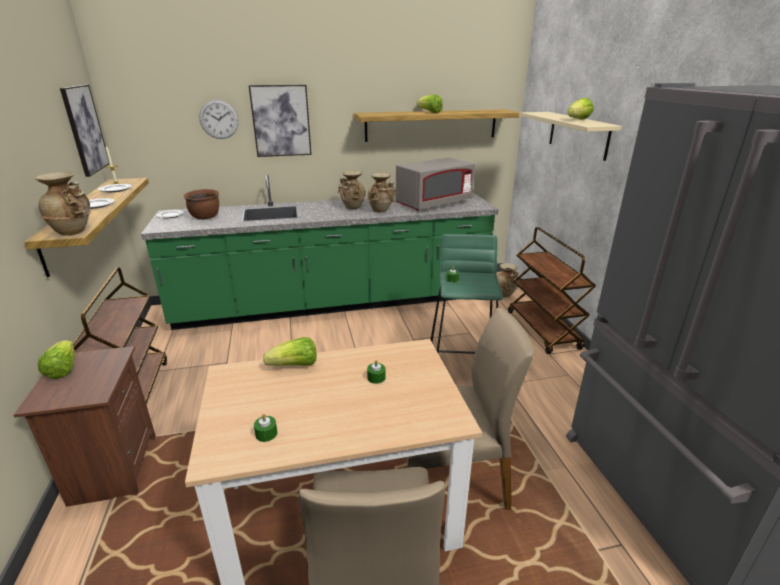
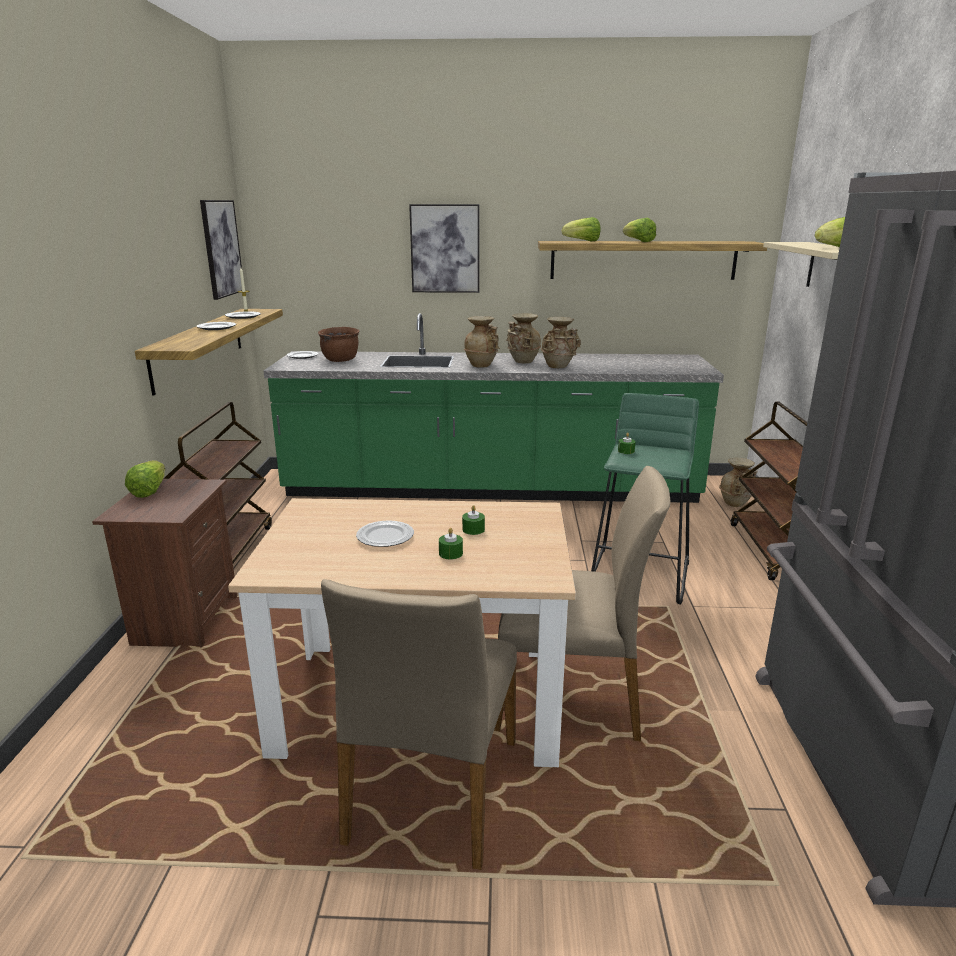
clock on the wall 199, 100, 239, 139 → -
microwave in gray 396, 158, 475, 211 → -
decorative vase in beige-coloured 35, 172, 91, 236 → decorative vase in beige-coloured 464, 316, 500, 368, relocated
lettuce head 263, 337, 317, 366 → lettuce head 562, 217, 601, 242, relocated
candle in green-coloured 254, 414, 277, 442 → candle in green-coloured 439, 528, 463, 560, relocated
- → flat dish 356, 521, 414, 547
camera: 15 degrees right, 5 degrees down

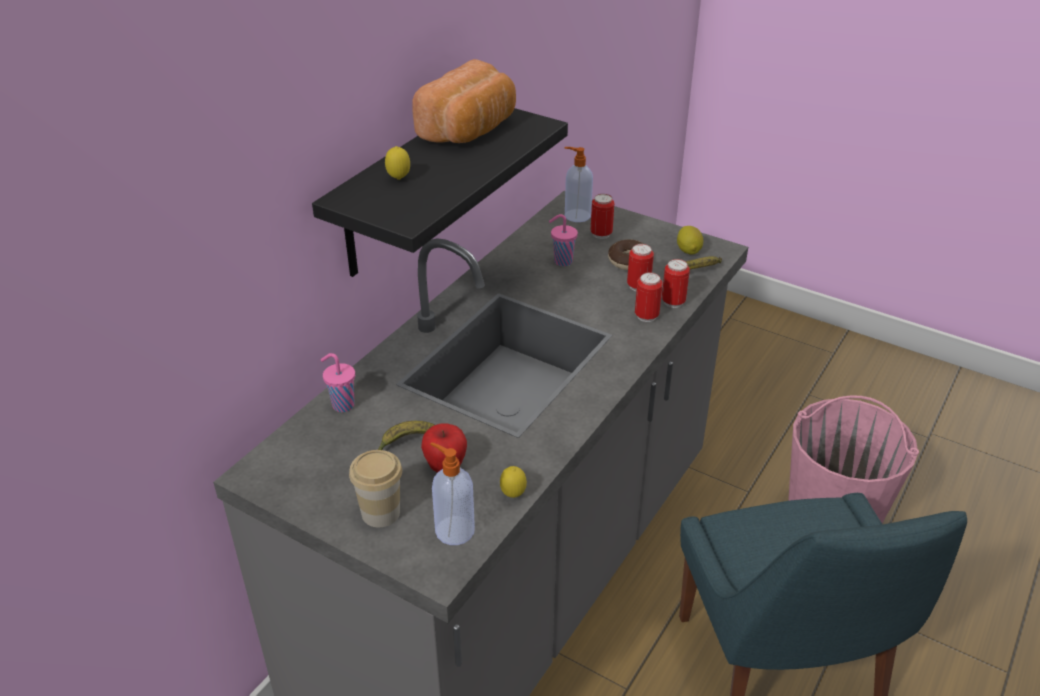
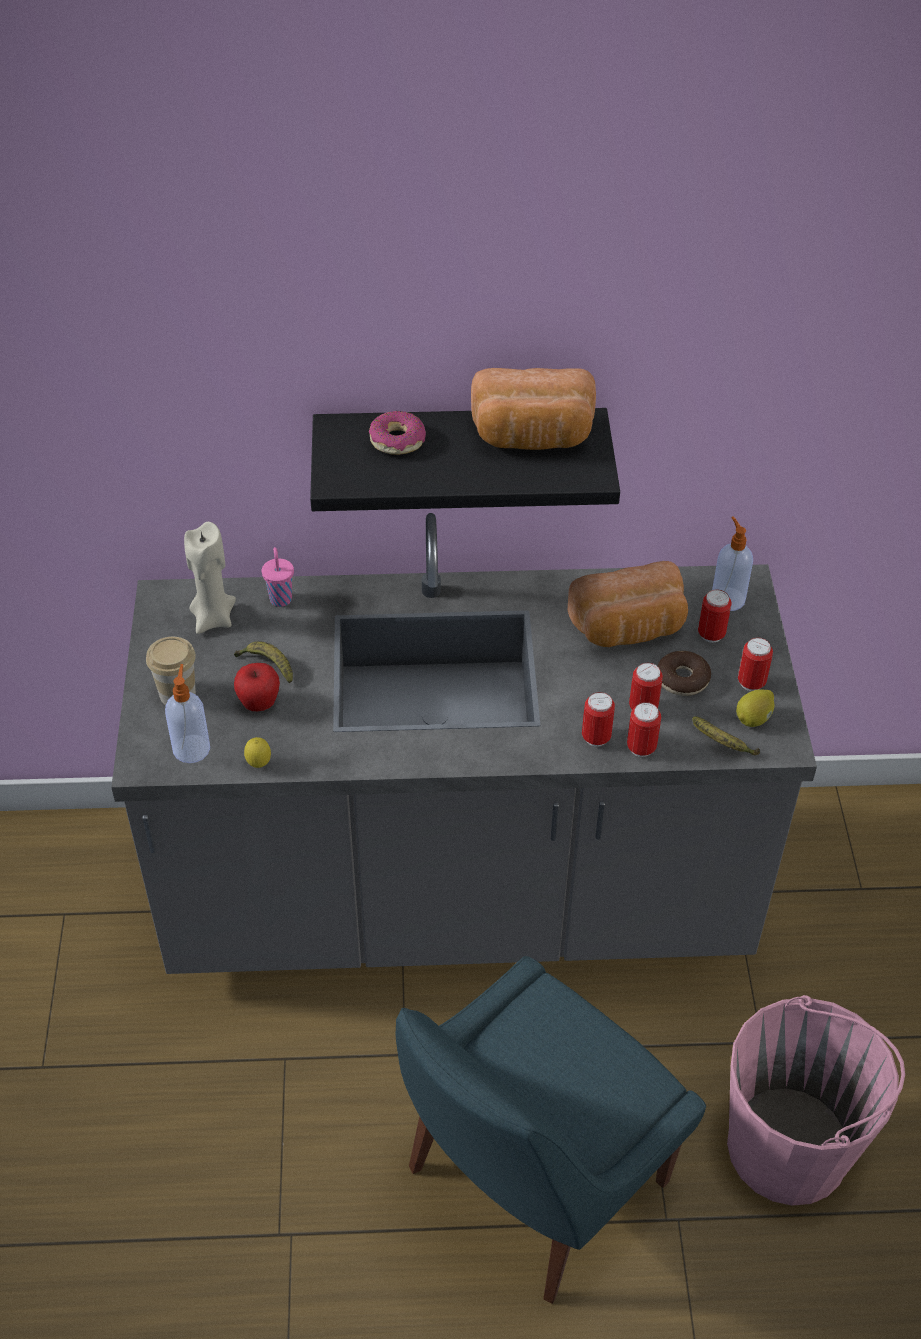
whole lemon 385, 146, 410, 180 → donut 369, 411, 426, 455
cup in pinkish 549, 214, 578, 266 → bakery bread 567, 561, 688, 647
- → candle in beige-coloured 184, 522, 236, 634
- → can 738, 637, 773, 691
camera: 55 degrees right, 10 degrees up

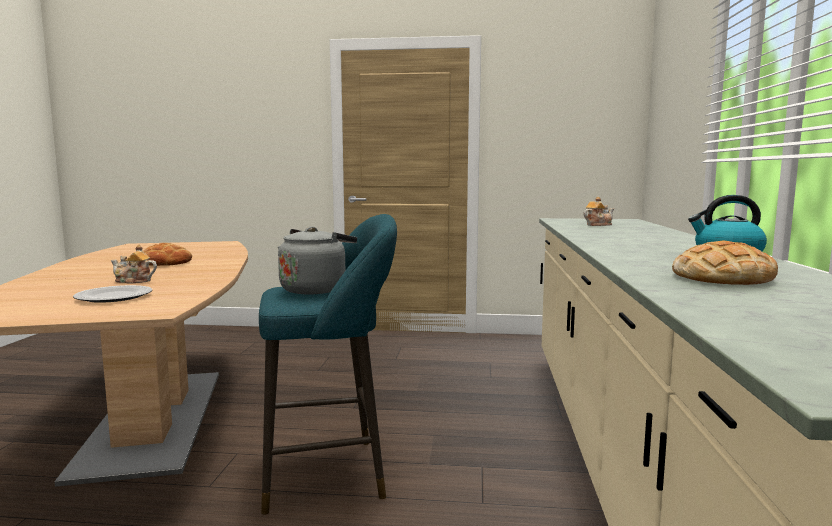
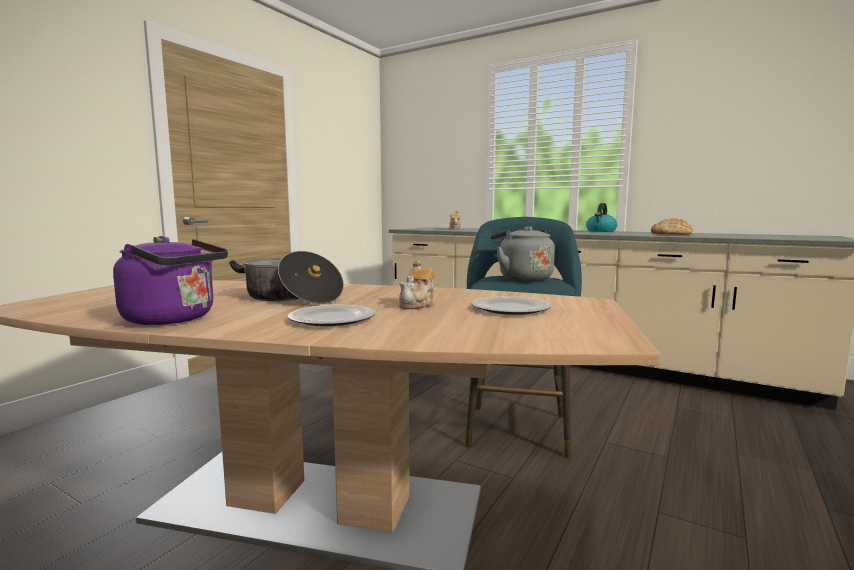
bakery bread 143, 243, 192, 266 → cooking pot 229, 251, 344, 304
- → tea kettle in purple 113, 236, 228, 325
- → flat dish 288, 305, 375, 326
camera: 65 degrees left, 0 degrees up

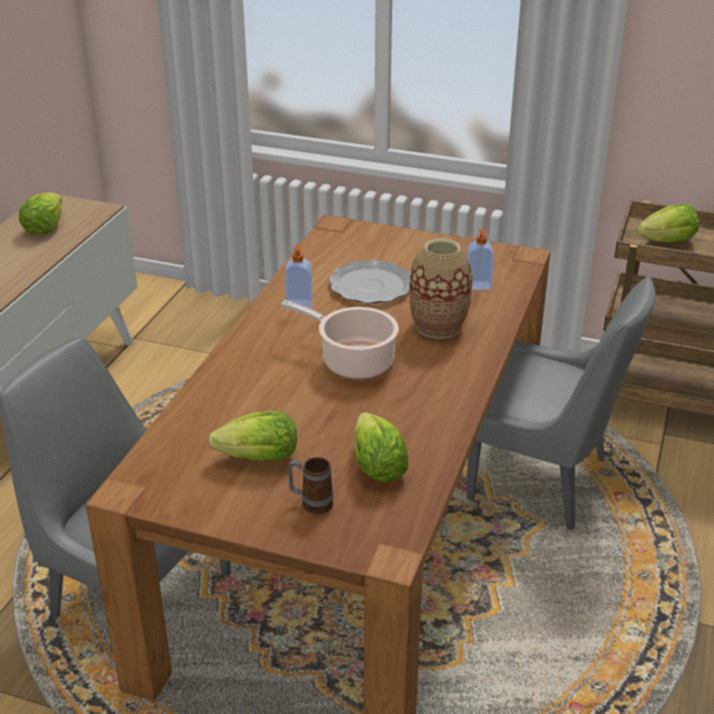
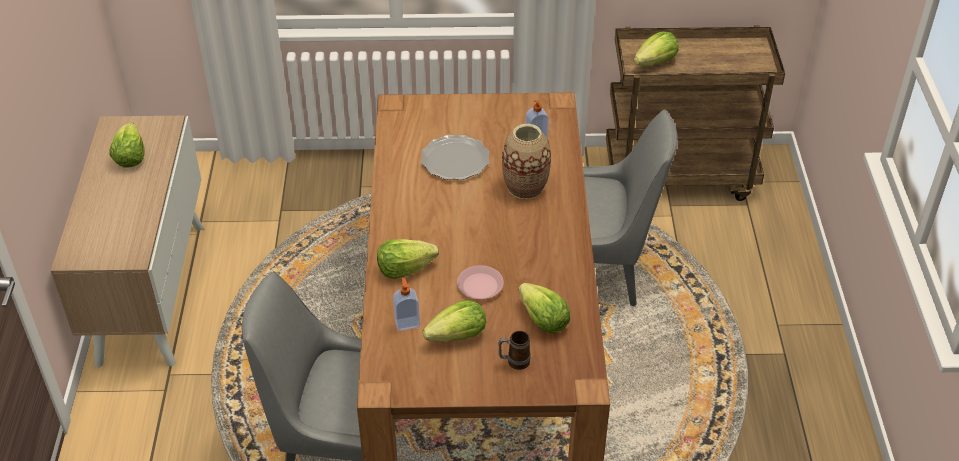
soap bottle 284, 244, 313, 308 → soap bottle 393, 278, 420, 331, relocated
cooking pot 281, 300, 399, 379 → -
- → lettuce head 377, 239, 439, 279
- → flat dish in pinkish 457, 265, 504, 299
camera: 20 degrees left, 10 degrees up

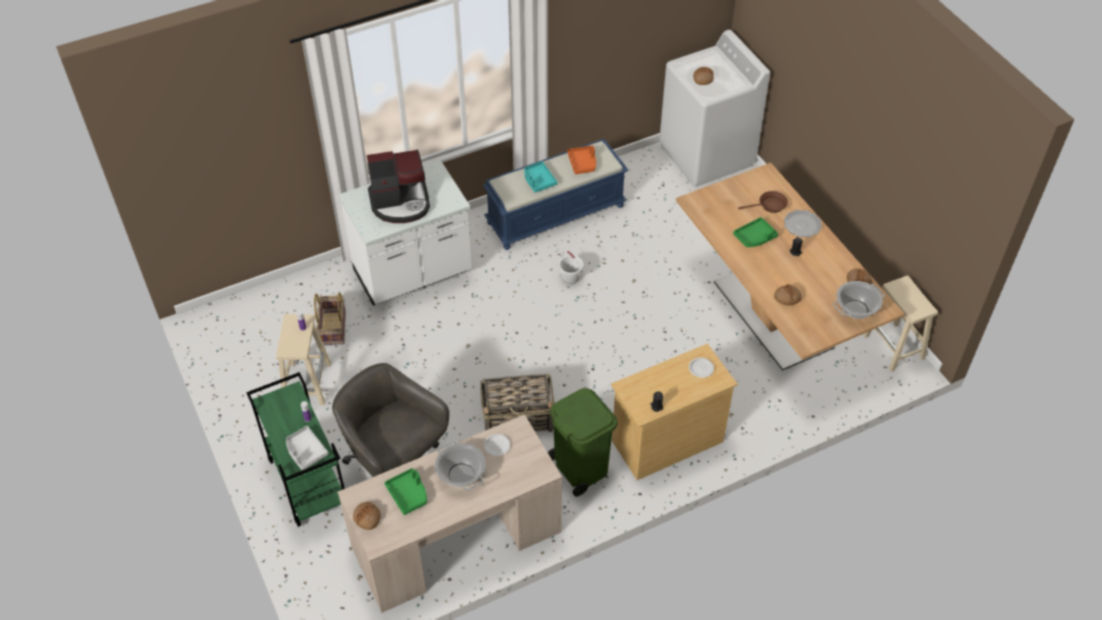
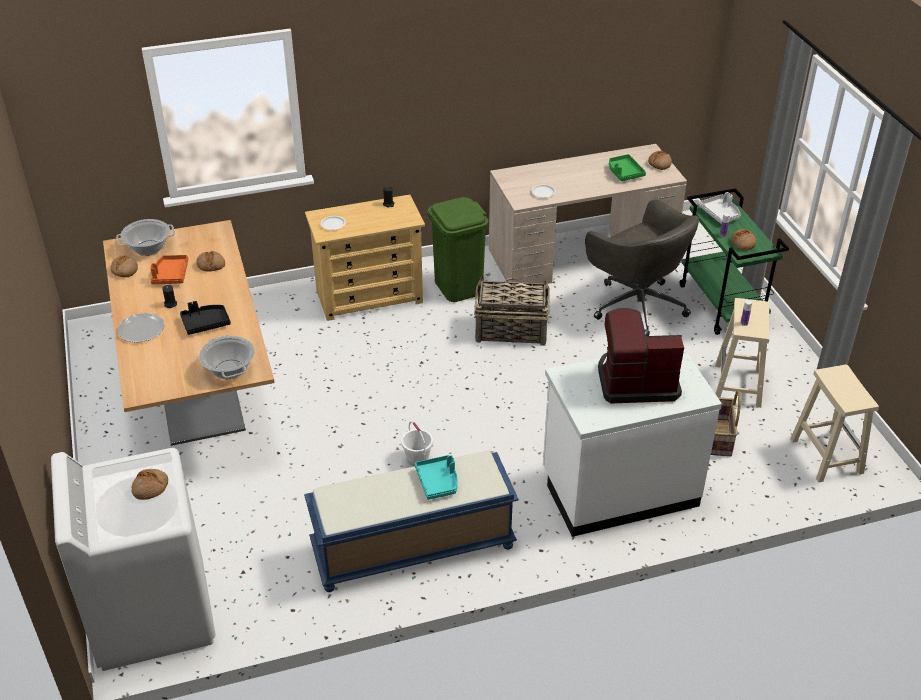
carrying tray in orange 567, 145, 596, 174 → carrying tray in orange 150, 255, 188, 284, relocated
frying pan in brownish 738, 191, 788, 213 → -
carrying tray in green-coloured 733, 217, 778, 247 → carrying tray in black 180, 301, 231, 335
stool in beige-coloured 863, 276, 938, 372 → stool in beige-coloured 790, 365, 879, 482, relocated
cooking pot 435, 441, 486, 491 → cooking pot 199, 335, 255, 379, relocated
- → bakery bread 731, 229, 757, 251
camera: 170 degrees left, 10 degrees down

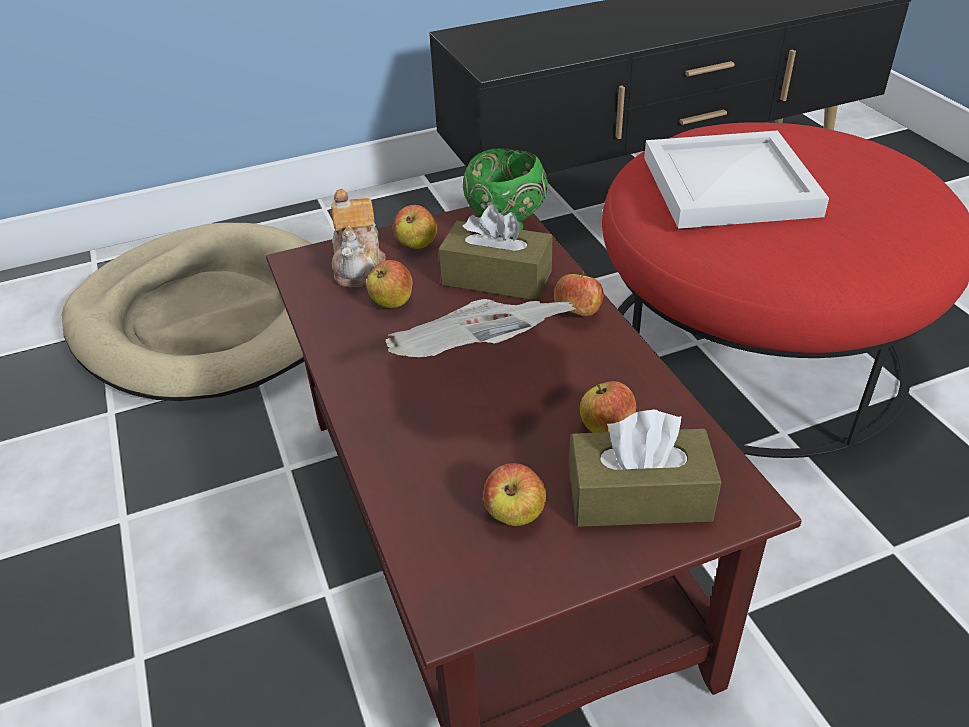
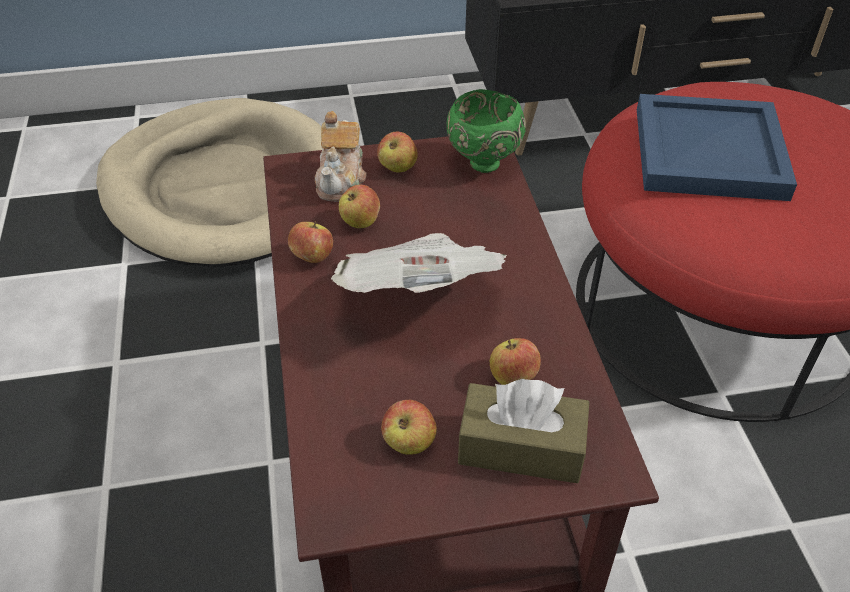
carrying tray in white-coloured 644, 130, 829, 229 → carrying tray in bluish 637, 94, 797, 201
tissue holder in brownish 438, 205, 552, 301 → -
apple fruit 554, 271, 604, 316 → apple fruit 288, 221, 333, 263, relocated
camera: 10 degrees right, 5 degrees up

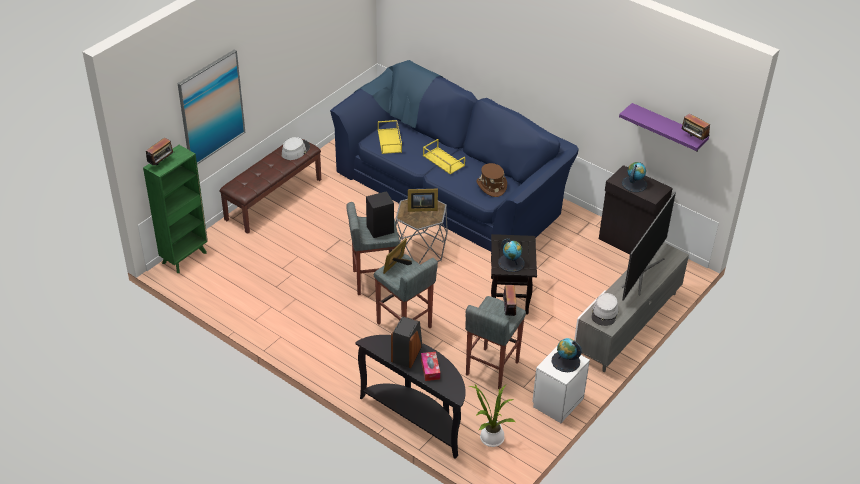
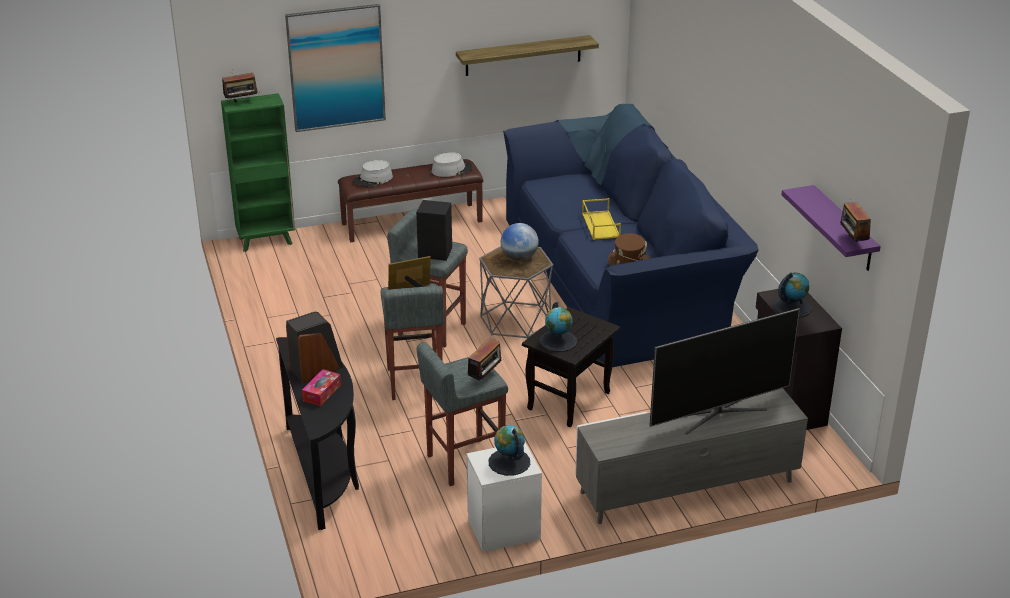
carrying tray in yellow-coloured 378, 120, 402, 154 → -
photo frame 408, 189, 438, 212 → world globe 501, 223, 539, 261
hat in gray 591, 293, 618, 326 → hat in gray 353, 160, 393, 187, relocated
potted plant 469, 384, 515, 447 → -
- → wall shelf 456, 35, 599, 76
camera: 35 degrees right, 10 degrees down

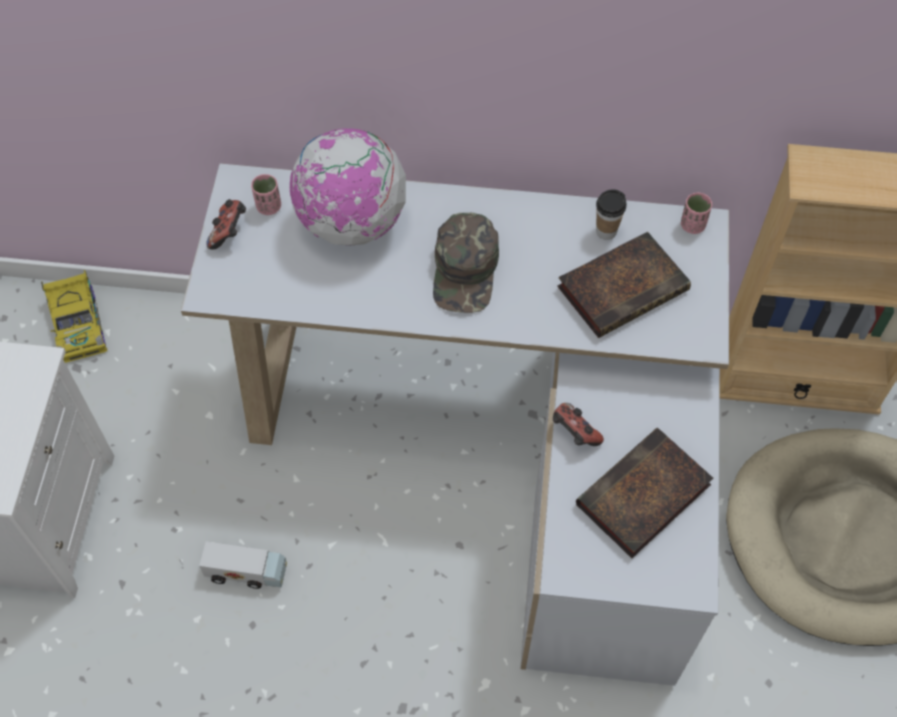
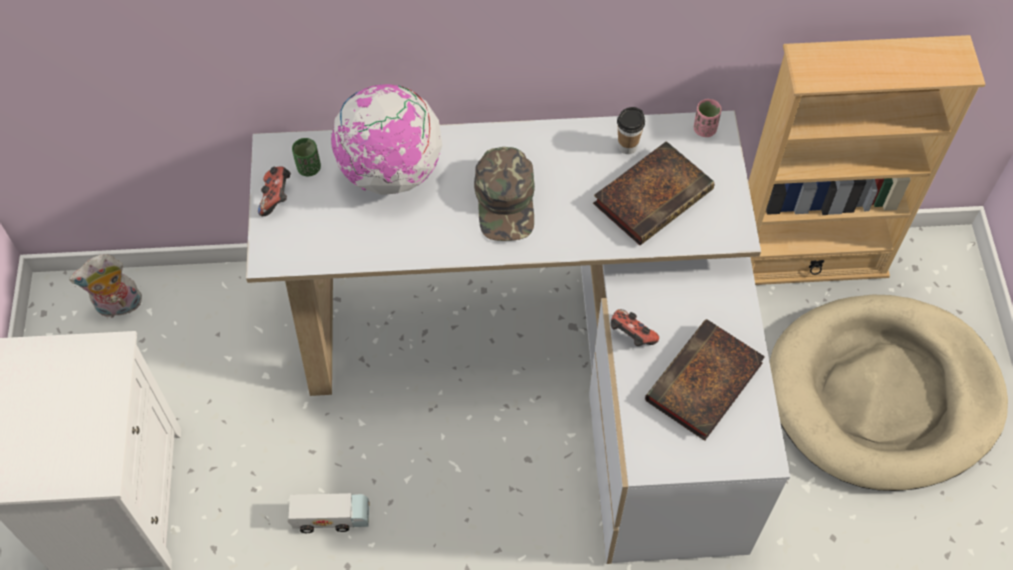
cup in pinkish 251, 174, 281, 215 → cup in green-coloured 292, 138, 321, 177
model car 41, 270, 108, 363 → soft toy 69, 254, 142, 319
camera: 10 degrees left, 0 degrees up

